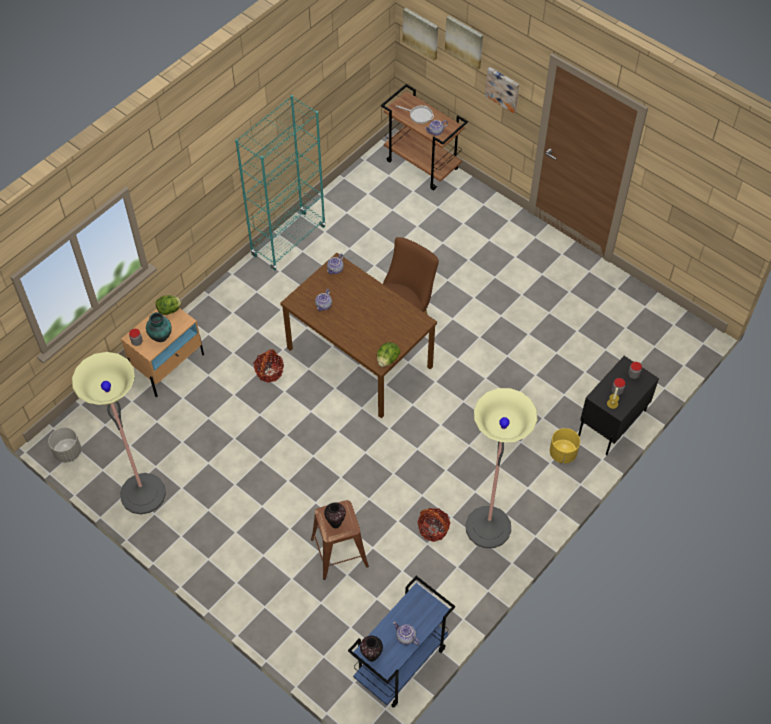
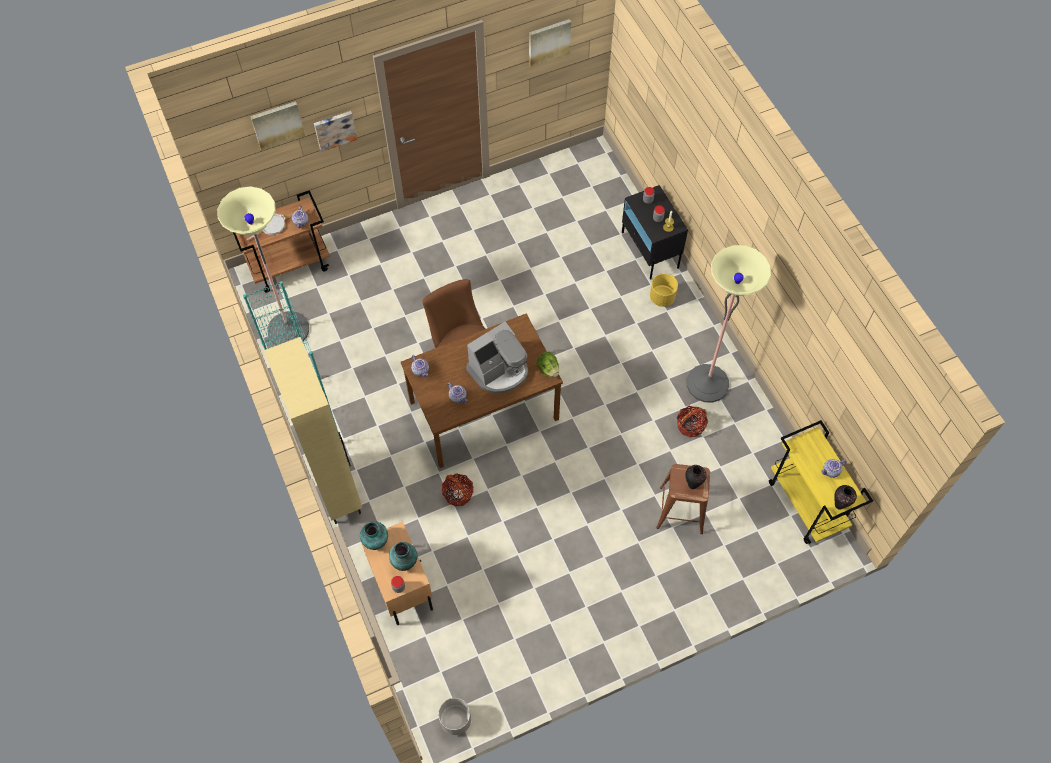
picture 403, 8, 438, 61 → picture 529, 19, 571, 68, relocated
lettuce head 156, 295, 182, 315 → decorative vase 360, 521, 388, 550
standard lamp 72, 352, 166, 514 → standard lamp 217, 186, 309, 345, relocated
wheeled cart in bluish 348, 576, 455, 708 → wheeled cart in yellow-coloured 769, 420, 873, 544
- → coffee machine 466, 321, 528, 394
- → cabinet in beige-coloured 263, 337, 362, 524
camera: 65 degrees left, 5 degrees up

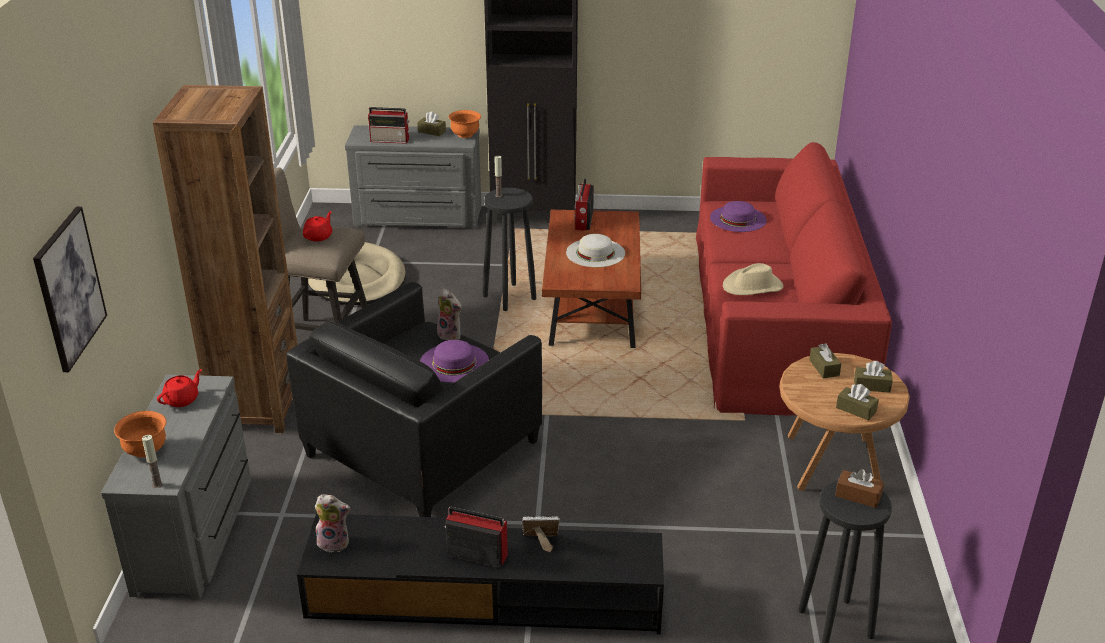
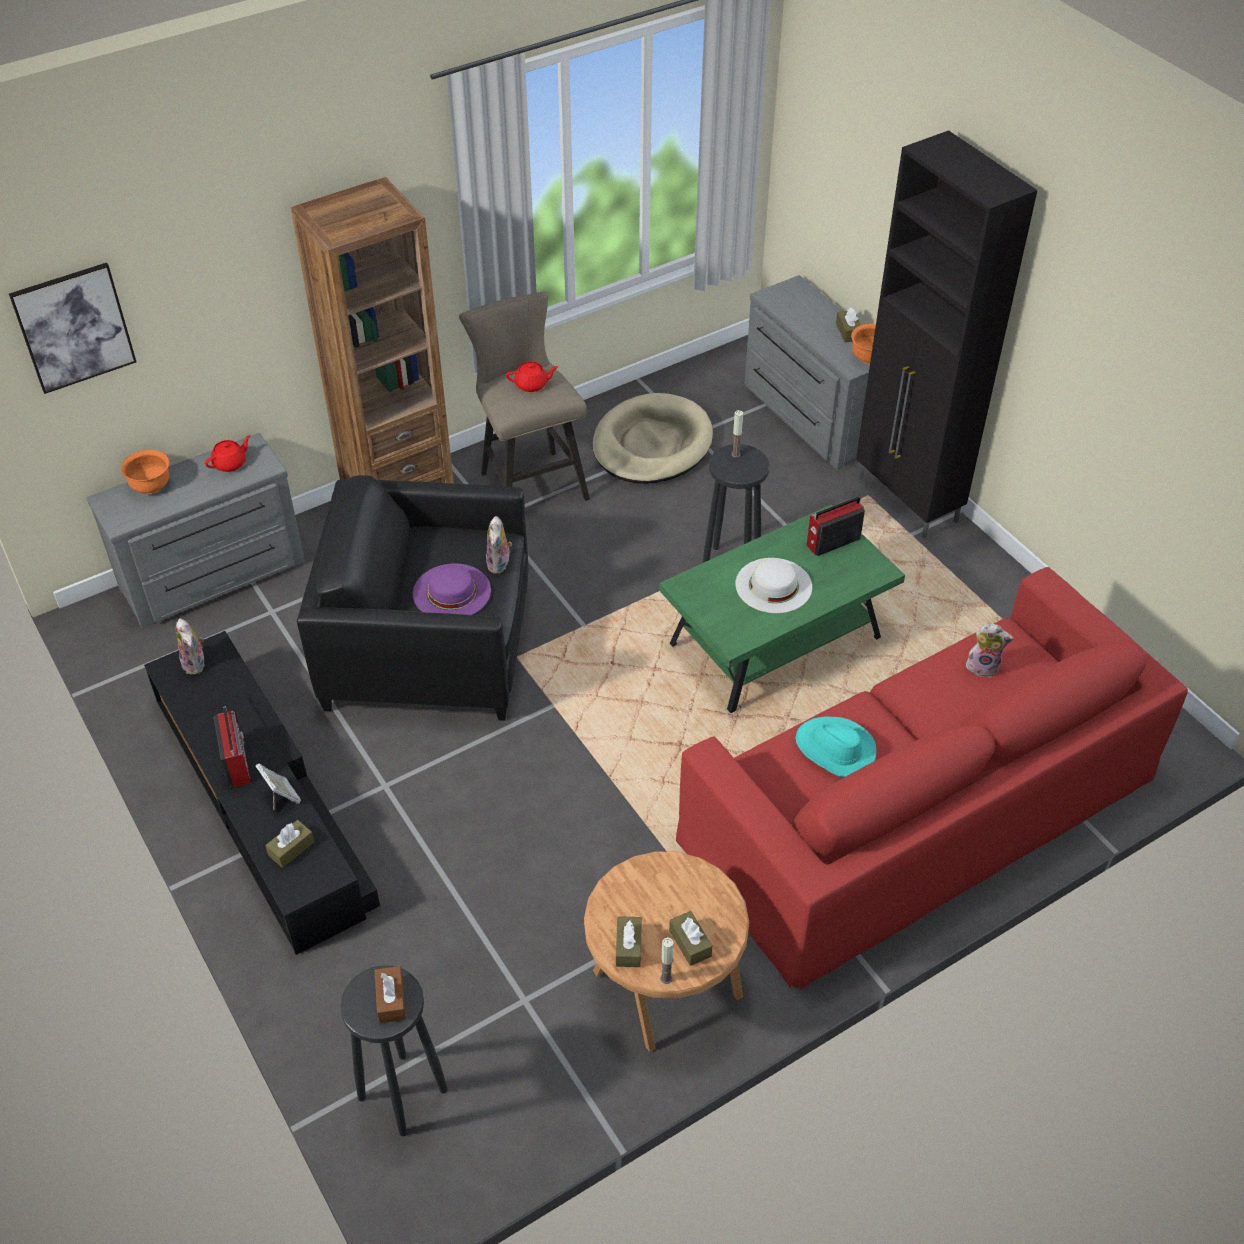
radio 368, 107, 409, 144 → -
hat in purple 710, 201, 767, 232 → soft toy 966, 623, 1014, 677
coffee table in brownish 542, 210, 642, 348 → coffee table in green-coloured 659, 505, 905, 713
hat in beige-coloured 723, 263, 784, 295 → hat in turquoise-coloured 795, 717, 876, 777
tissue holder in brownish 809, 343, 841, 378 → tissue holder in brownish 265, 820, 315, 868, relocated
pot for tea in reddish 157, 369, 202, 407 → pot for tea in reddish 205, 435, 251, 472, 45 degrees counterclockwise
candle 142, 435, 163, 488 → candle 660, 938, 673, 984, relocated
camera: 55 degrees right, 15 degrees up

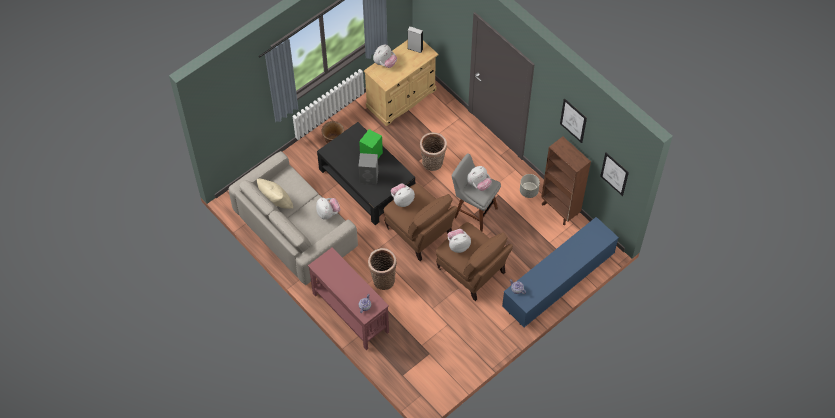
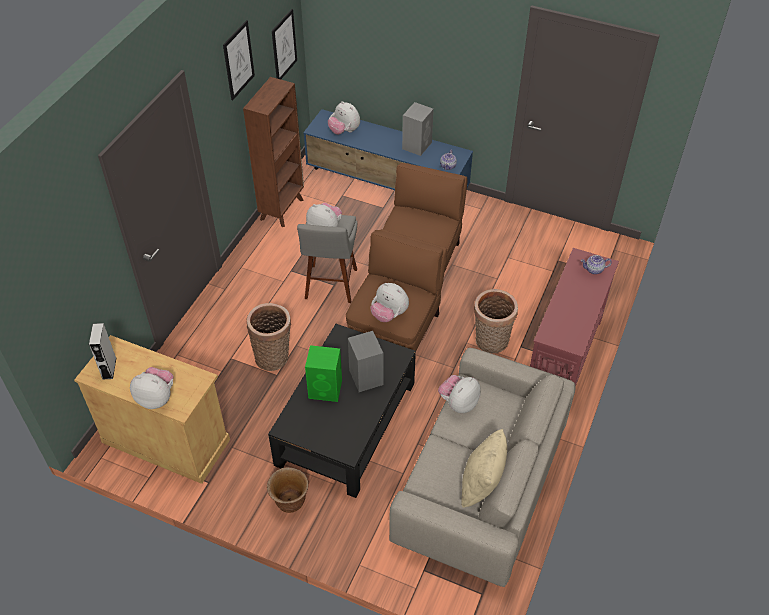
planter in gray 520, 174, 540, 198 → -
soft toy 448, 229, 471, 253 → soft toy 328, 101, 360, 135, relocated
- → loudspeaker in gray 402, 102, 434, 156
camera: 115 degrees left, 10 degrees down

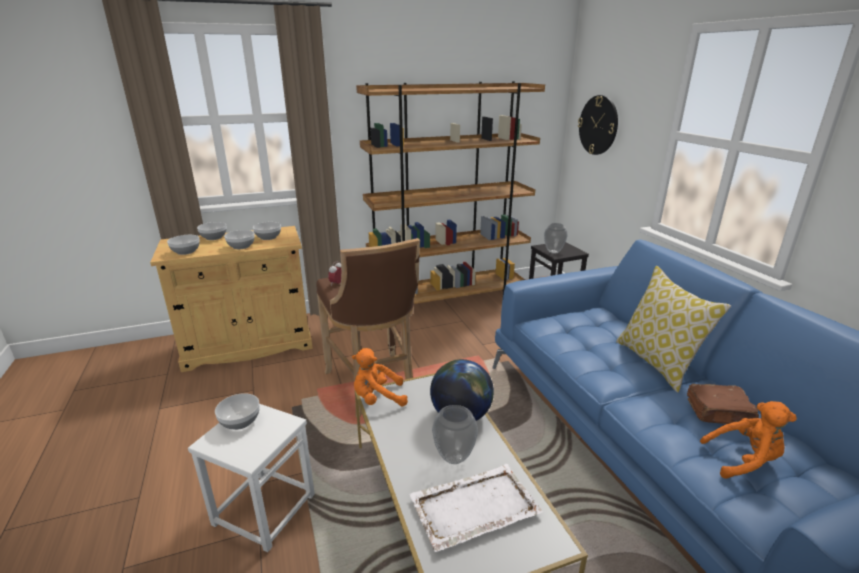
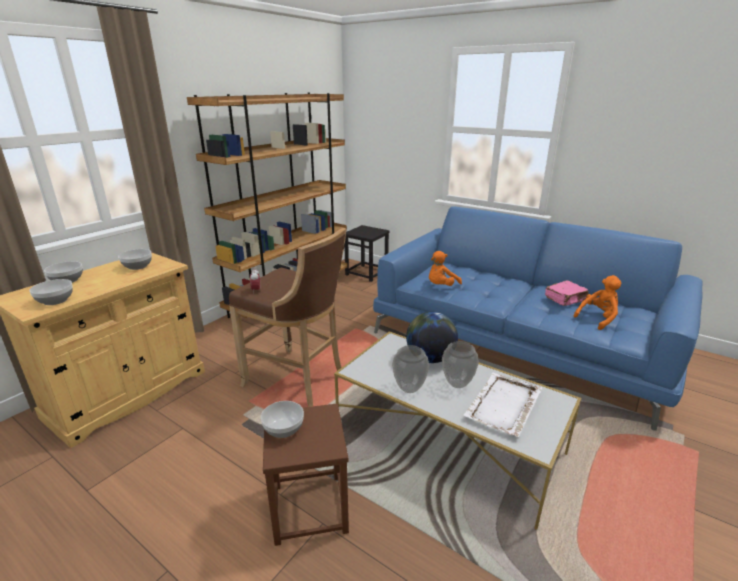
clock on the wall 578, 95, 618, 155 → -
decorative vase 544, 223, 568, 254 → decorative vase 392, 345, 429, 393, relocated
deep dish 224, 230, 255, 249 → -
cushion 616, 266, 731, 393 → -
soft toy in orange 352, 348, 408, 406 → soft toy in orange 429, 251, 462, 286, relocated
bound book in brownish 687, 384, 759, 424 → bound book in pinkish 545, 280, 589, 306
stool in white-coloured 188, 404, 315, 552 → stool in brownish 263, 404, 349, 546
camera: 35 degrees left, 0 degrees up

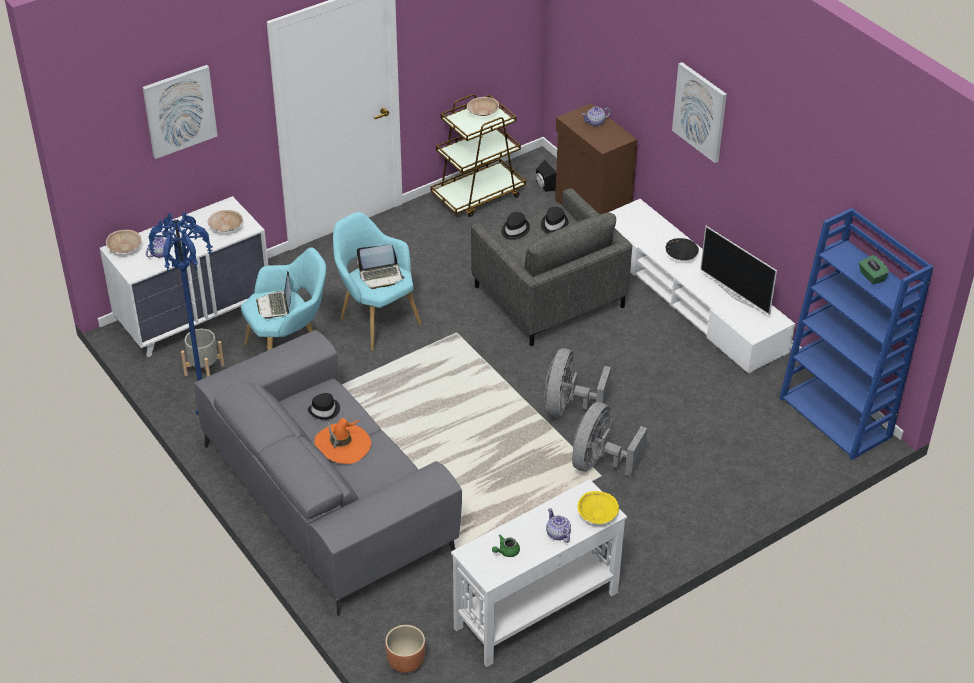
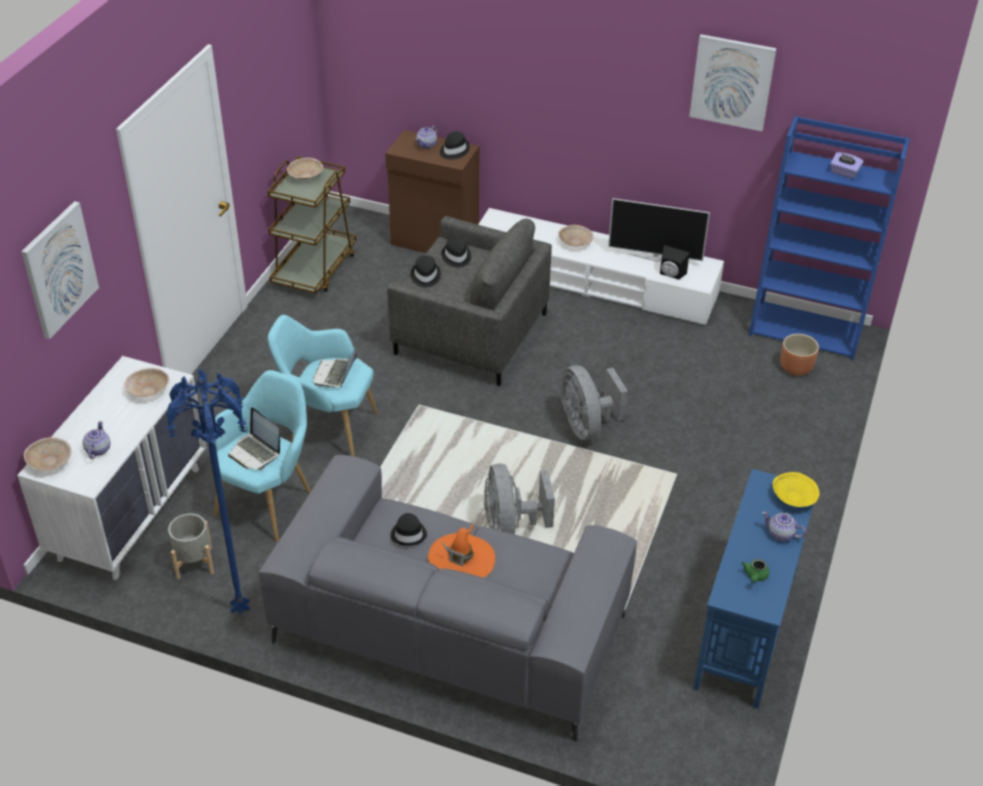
picture 672, 62, 727, 163 → picture 689, 34, 776, 131, relocated
loudspeaker in black 535, 160, 556, 192 → loudspeaker in black 660, 245, 690, 280, relocated
deep dish in black 666, 238, 699, 261 → deep dish in beige-coloured 558, 225, 594, 247
notebook computer 357, 244, 405, 289 → notebook computer 313, 341, 359, 388, 150 degrees clockwise
tissue holder in green-coloured 859, 255, 889, 284 → tissue holder in purple 830, 152, 864, 179
fan in gray 572, 402, 647, 477 → fan in gray 484, 464, 555, 534, relocated
narrow table in white-coloured 451, 479, 627, 667 → narrow table in bluish 693, 469, 819, 709
planter in brownish 385, 625, 425, 673 → planter in brownish 780, 334, 819, 376, relocated
- → hat in black 440, 131, 470, 159
camera: 35 degrees left, 0 degrees up

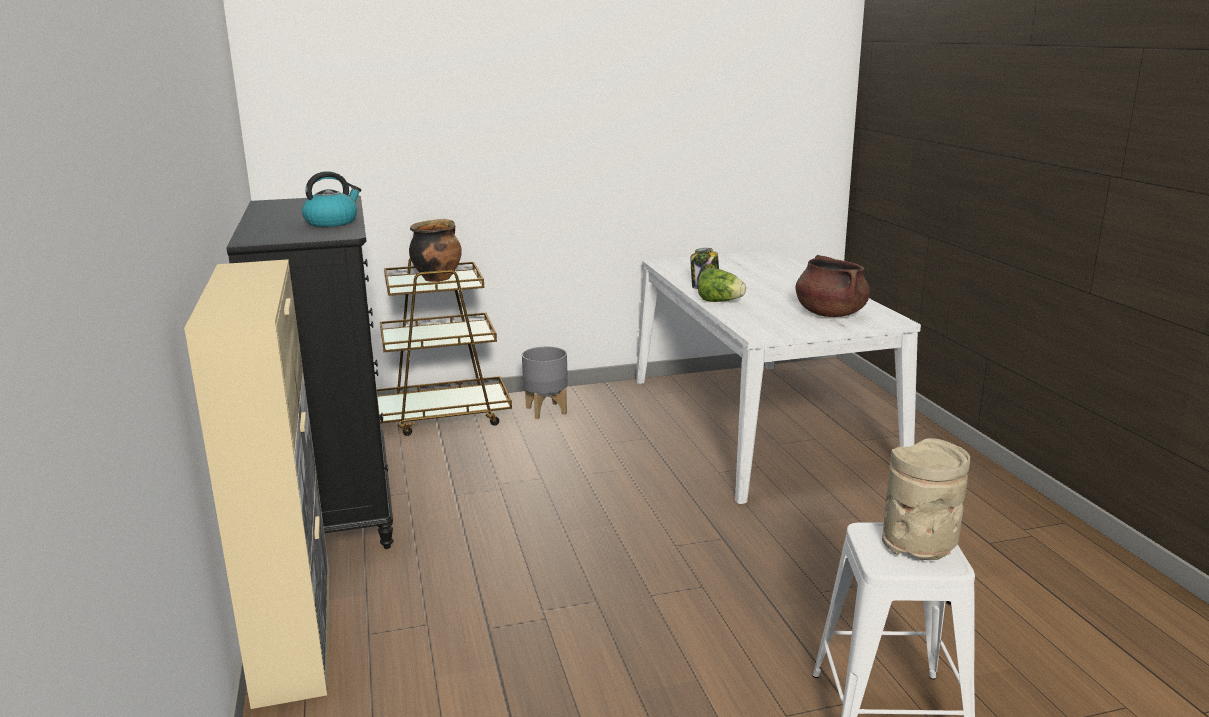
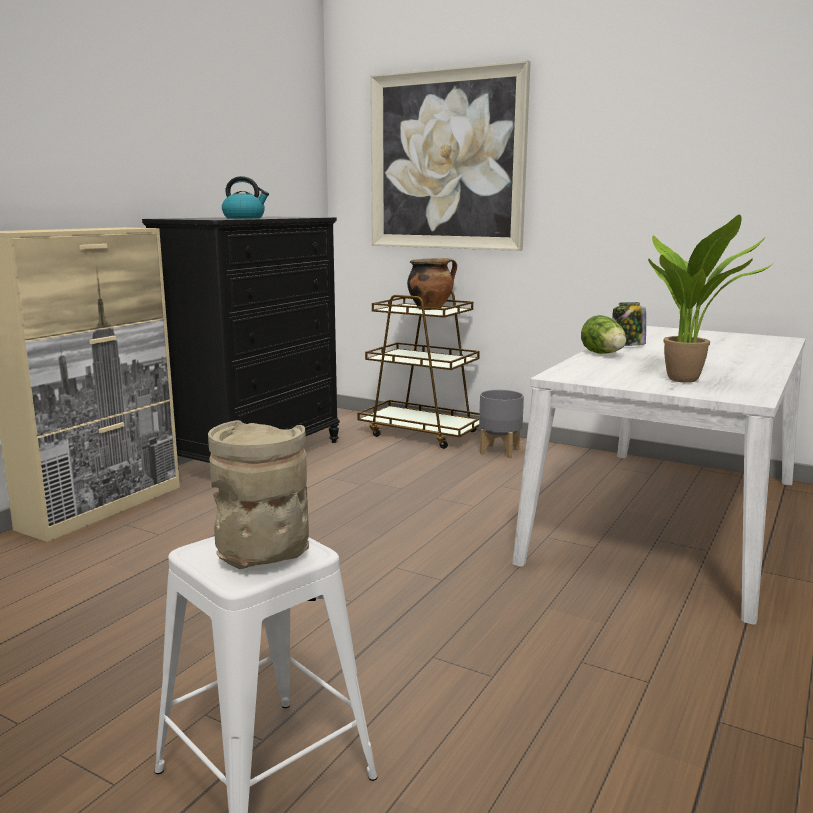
cooking pot in brownish 795, 255, 870, 317 → potted plant 648, 215, 775, 383
- → picture 370, 60, 530, 251
camera: 45 degrees right, 5 degrees down

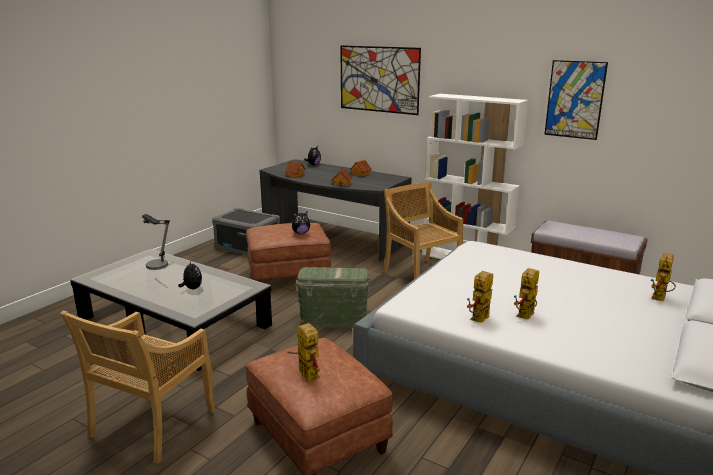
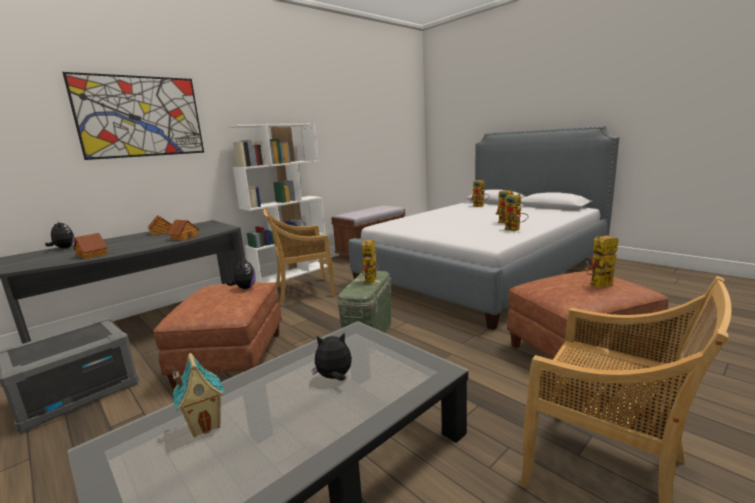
picture 544, 60, 608, 140 → -
lamp for a table 142, 214, 170, 270 → model house 172, 353, 225, 437
- → robot figure 358, 240, 379, 283
camera: 75 degrees left, 5 degrees down

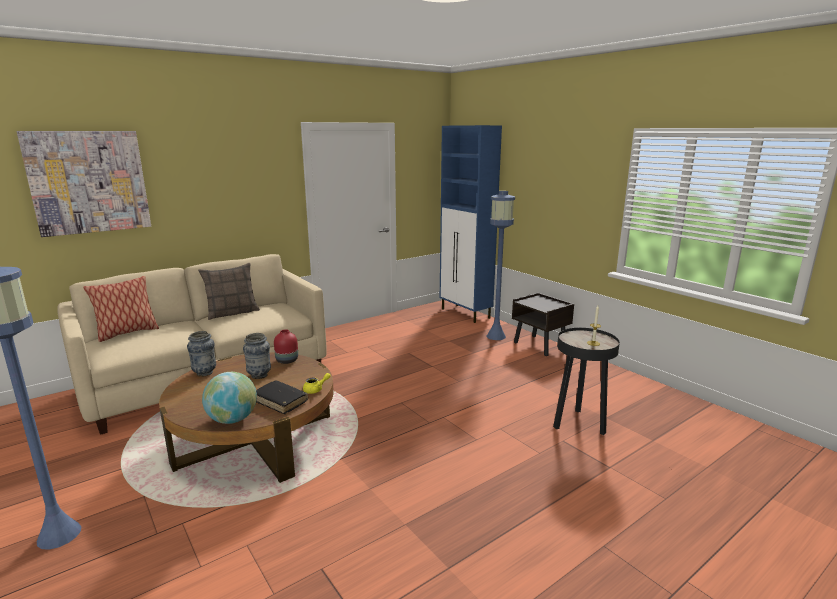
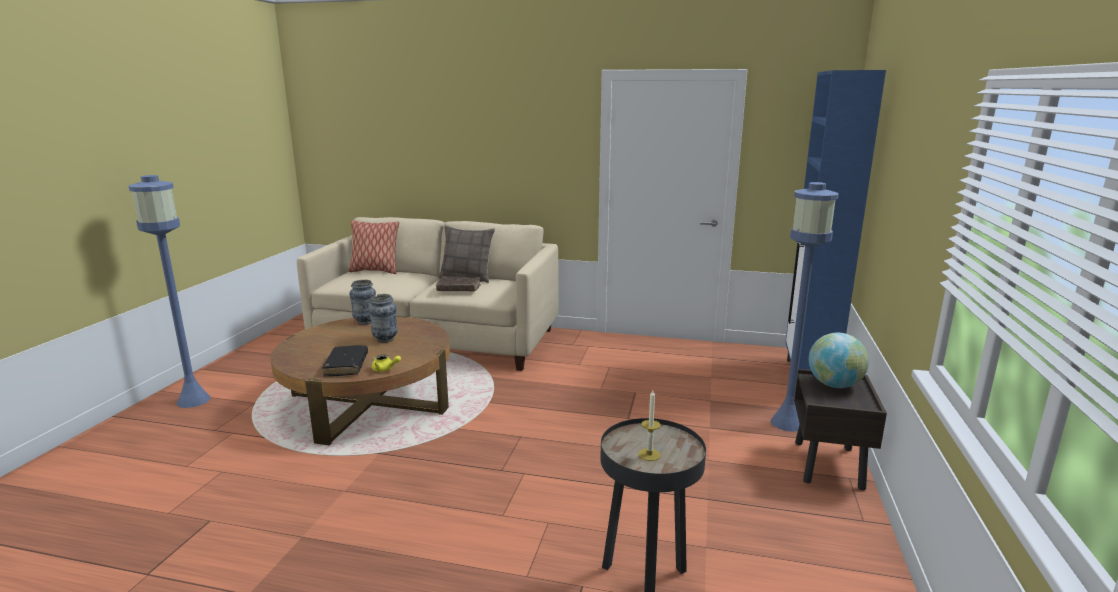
picture 17, 131, 151, 237 → -
decorative vase in reddish 274, 329, 298, 364 → -
world globe 202, 372, 257, 424 → world globe 809, 333, 869, 388, relocated
- → bound book in brownish 436, 276, 481, 291
camera: 50 degrees right, 0 degrees up

